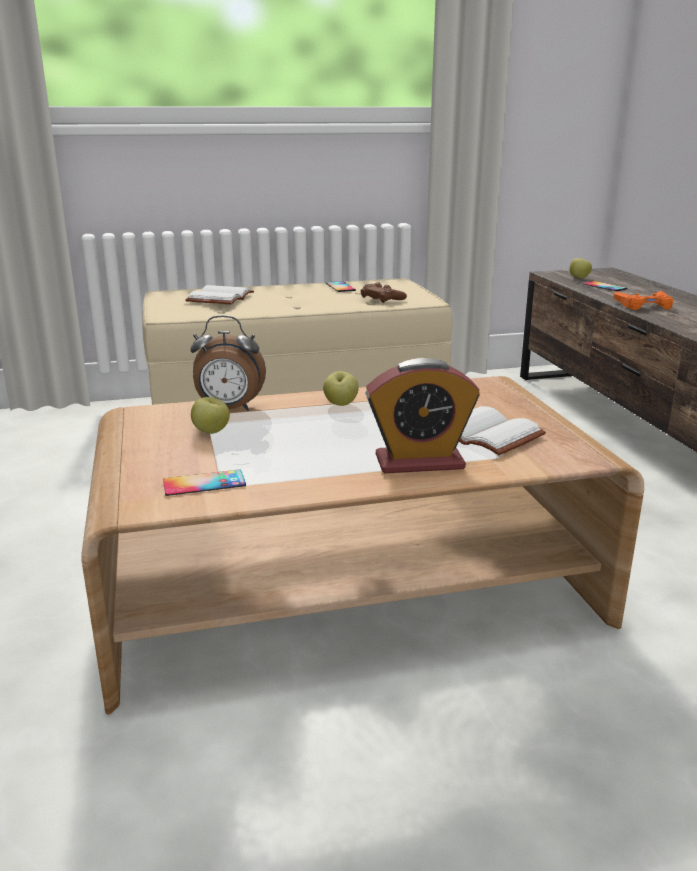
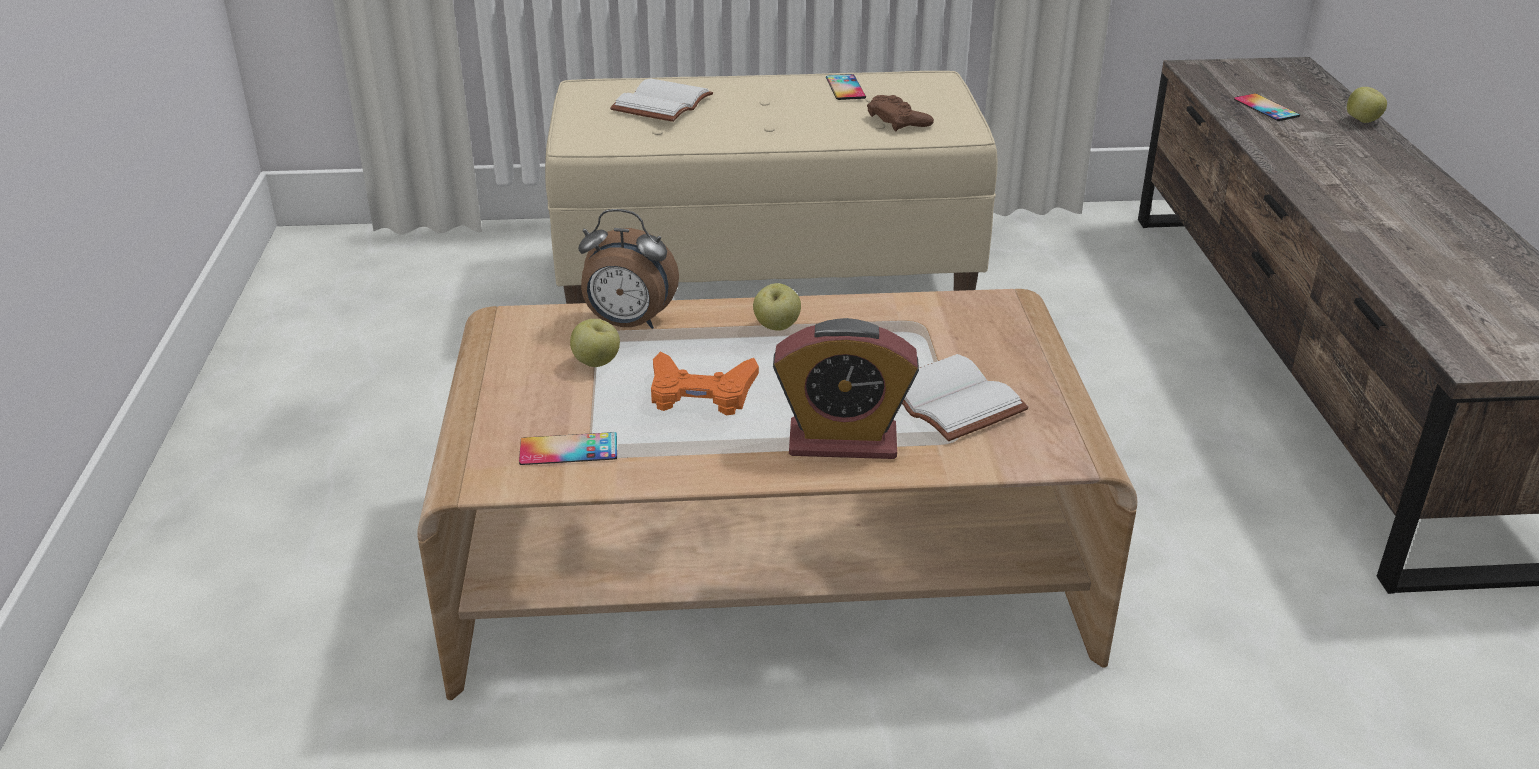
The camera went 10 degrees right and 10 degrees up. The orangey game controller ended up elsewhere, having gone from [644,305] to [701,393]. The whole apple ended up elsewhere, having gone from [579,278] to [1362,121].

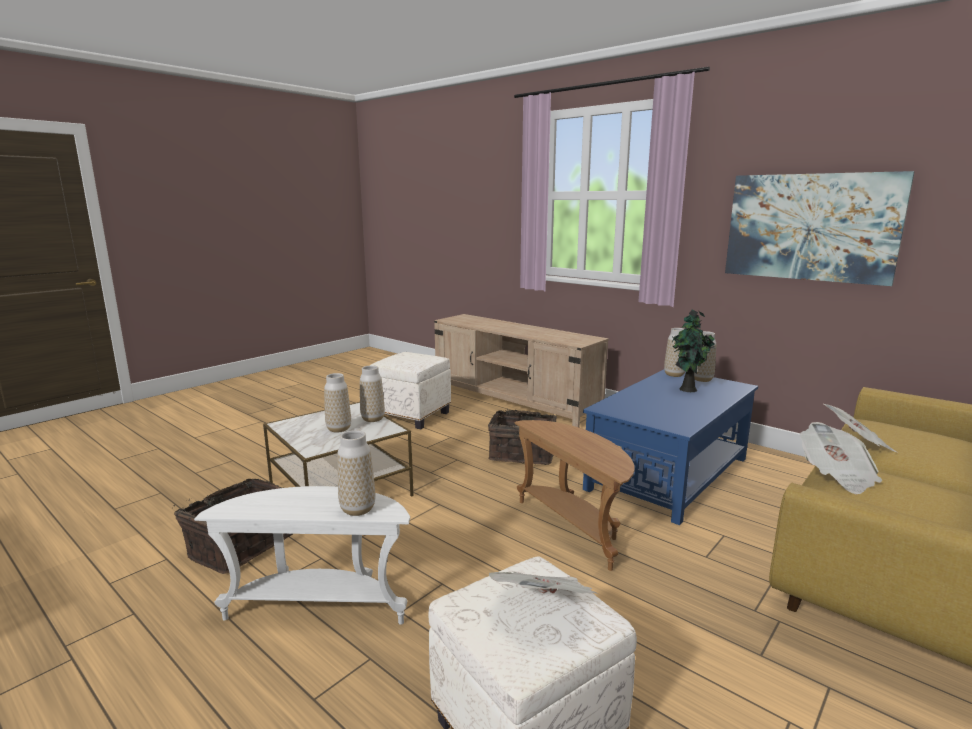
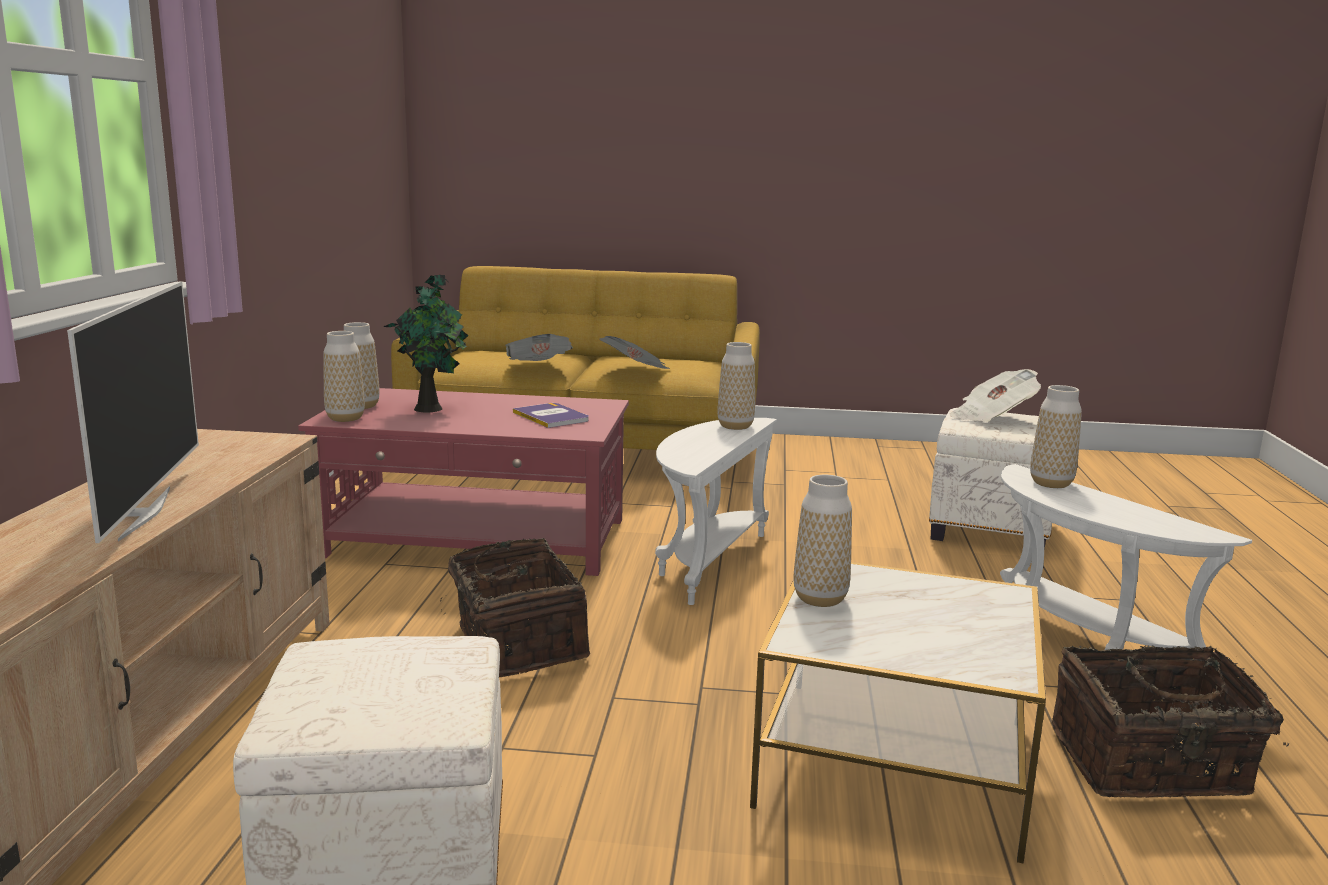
The camera went 125 degrees left and 0 degrees up. The second view gained the TV set at [142,513]. What was the blue lounge table at [667,474] turned into the red lounge table at [478,538]. The second view gained the bound book at [551,416]. What was the brown-coloured side table at [574,527] turned into the white side table at [707,563]. The flower vase ended up elsewhere, having gone from [339,429] to [735,426]. The second view lost the wall picture at [810,227].

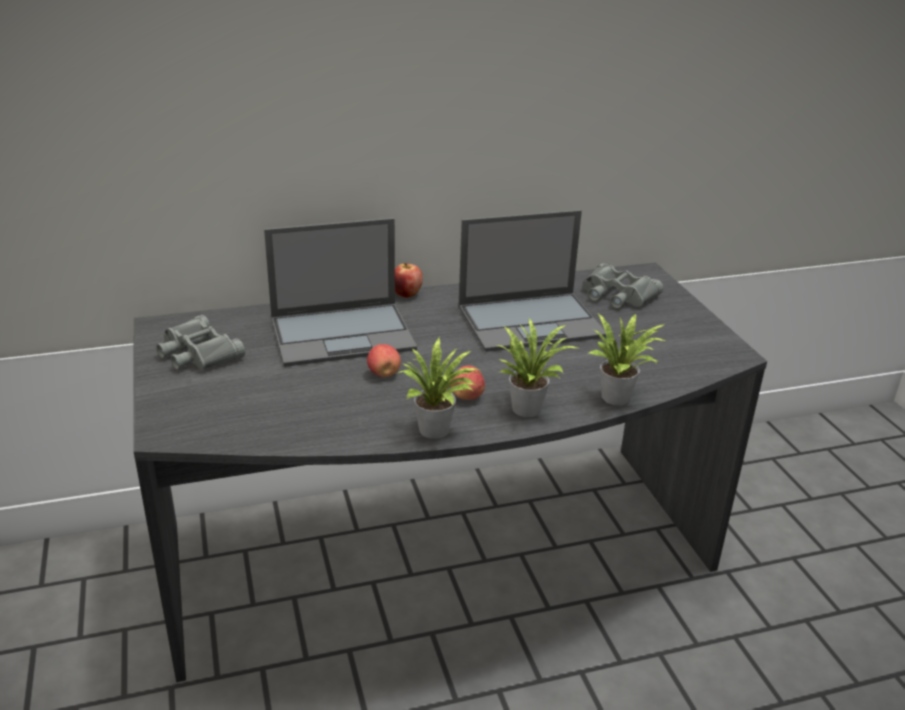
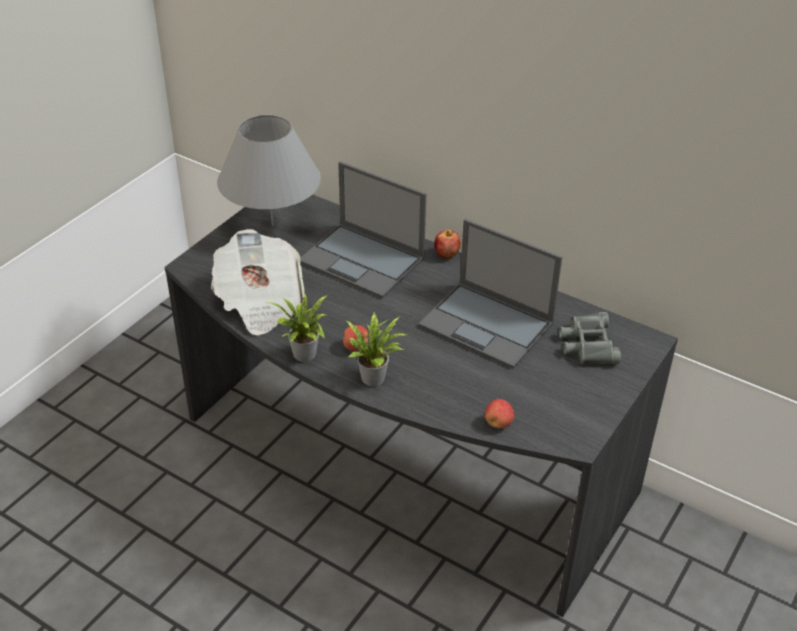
The camera went 50 degrees right and 10 degrees up. The second view gained the printed paper at [260,302]. Where the grey field glasses stood at [197,353], the grey lamp for a table came to stand at [272,225]. The whole apple ended up elsewhere, having gone from [384,374] to [498,423]. The second view lost the plant in a pot at [620,397].

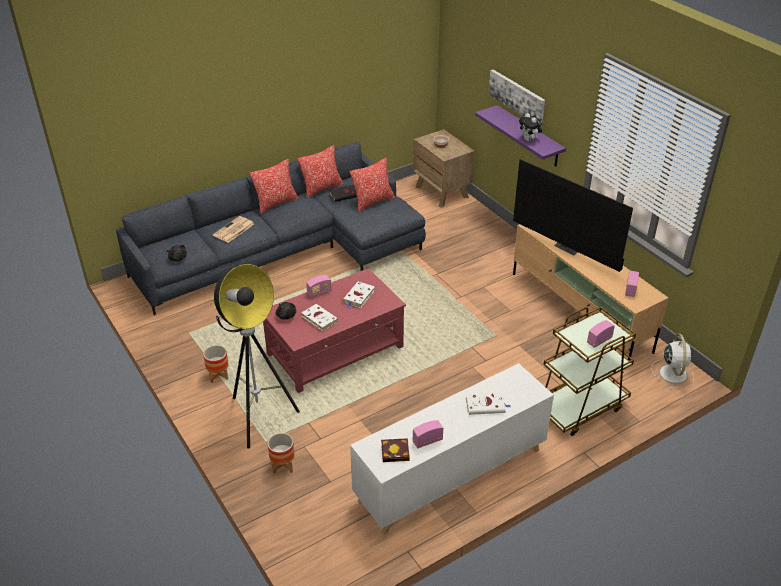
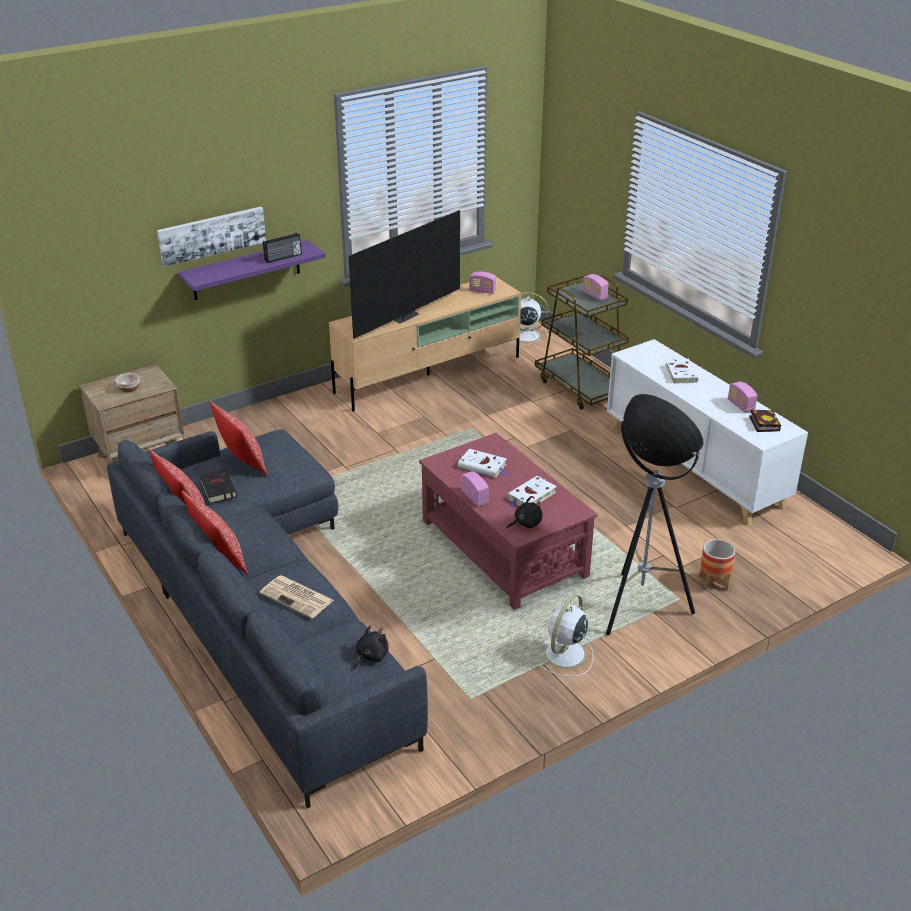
The camera went 90 degrees left and 5 degrees down. Where the soft toy stood at [529,140], the radio set came to stand at [283,257]. Where the plant pot stood at [218,375], the white cooling fan came to stand at [564,655].

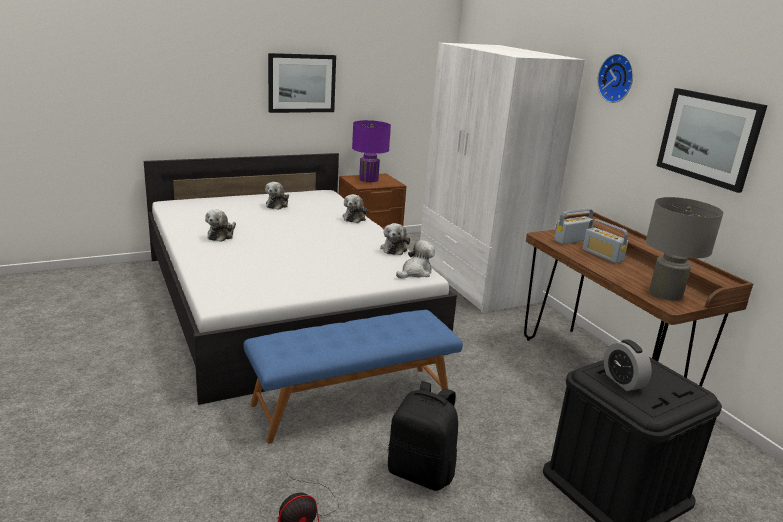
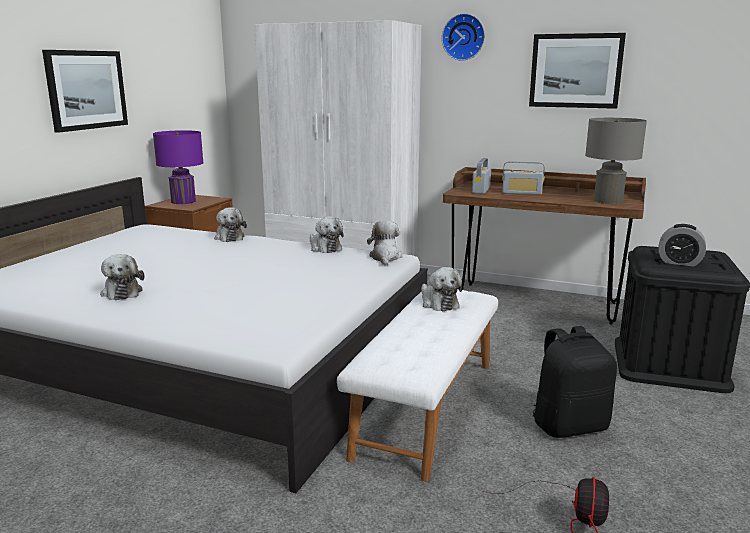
The camera went 40 degrees left and 5 degrees down. What was the blue indoor bench at [352,401] turned into the white indoor bench at [425,407]. The soft toy ended up elsewhere, having gone from [278,205] to [438,303].

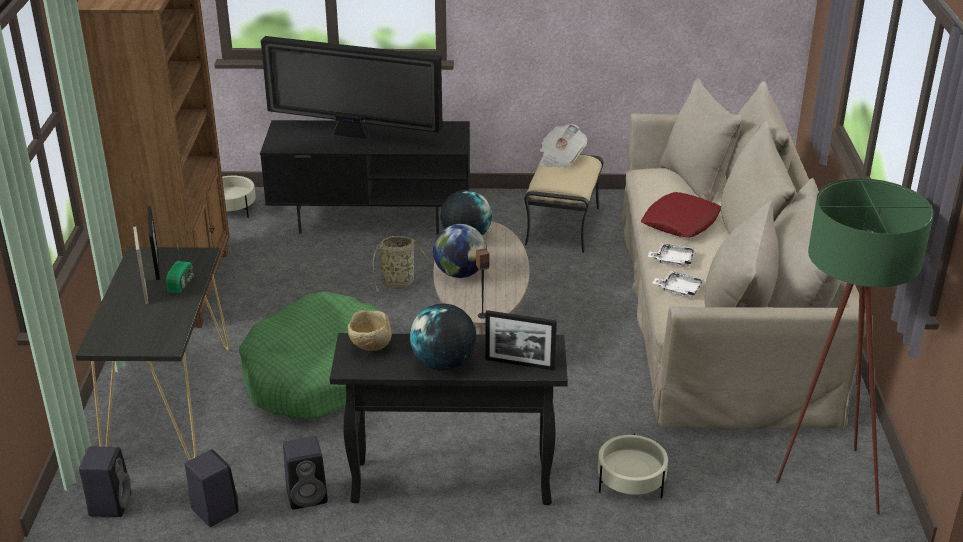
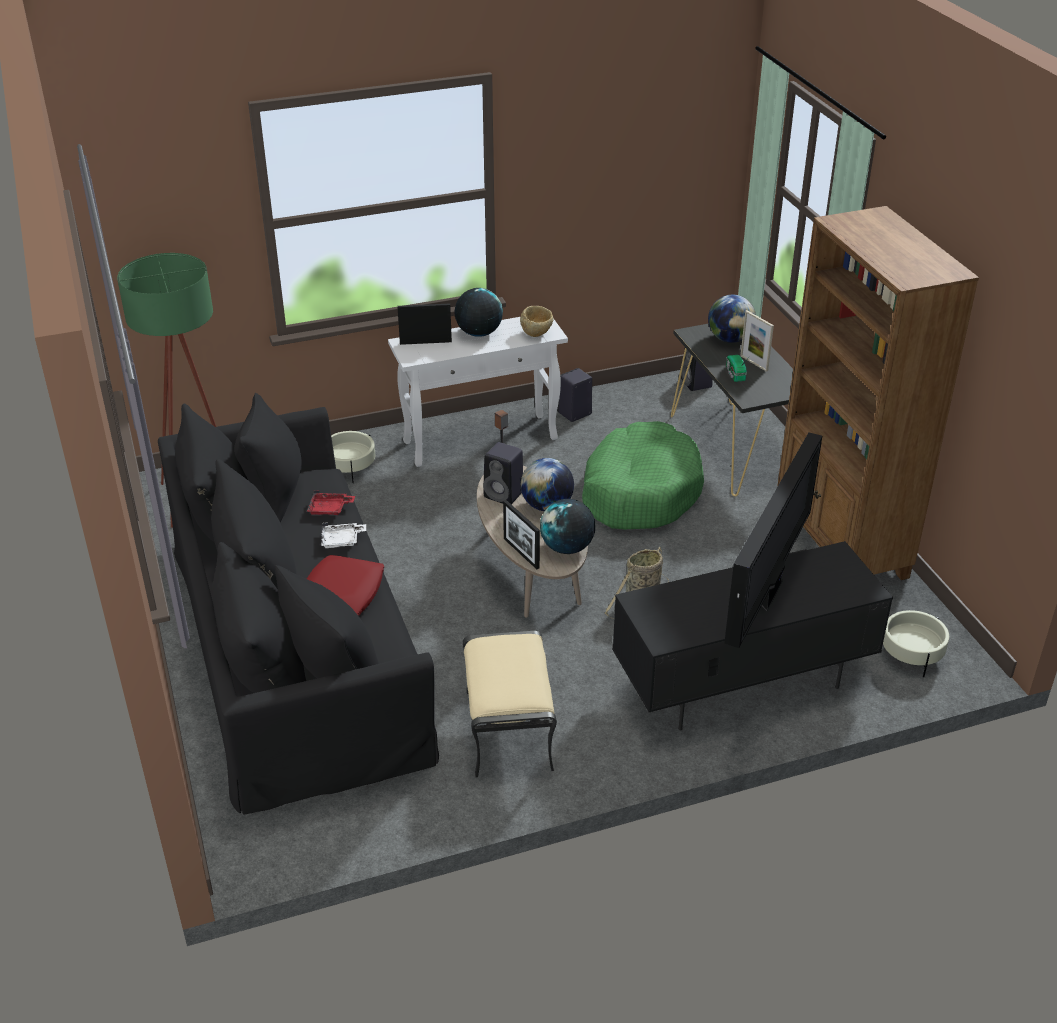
The camera went 160 degrees right and 5 degrees up. What was the beige couch at [719,310] turned into the black couch at [296,644]. What was the white serving tray at [679,289] turned into the red serving tray at [329,509]. What was the black console table at [450,483] turned into the white console table at [481,440]. The black loudspeaker ended up elsewhere, having gone from [213,510] to [505,495]. The standing frame ended up elsewhere, having gone from [157,263] to [521,553]. The second view gained the world globe at [730,339]. The TV set at [354,136] ended up facing another way, 120 degrees clockwise from before. The second view lost the printed paper at [560,159].

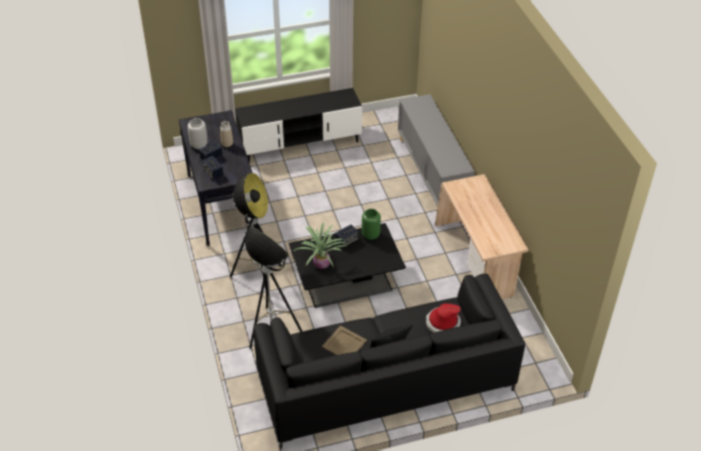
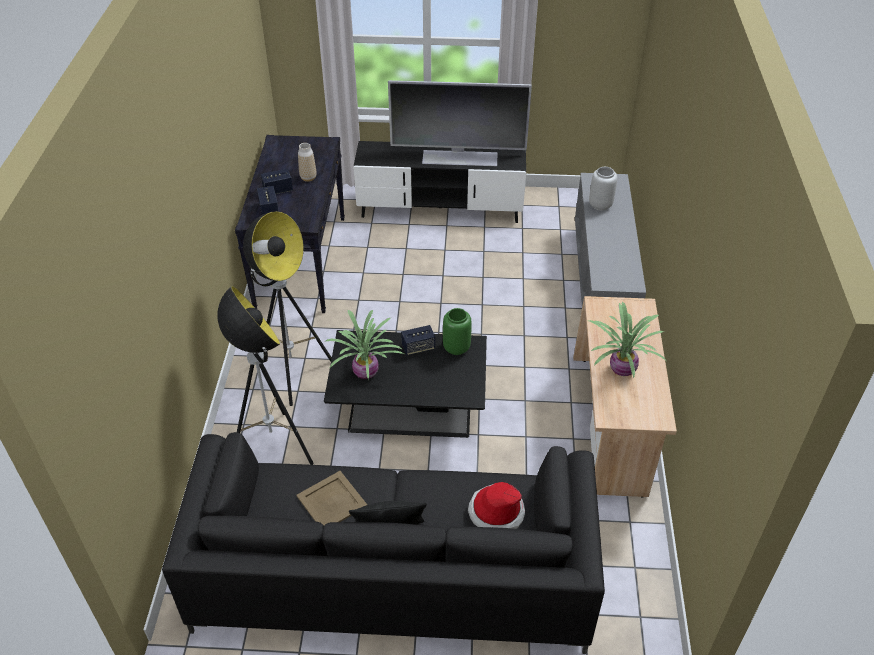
The camera went 20 degrees right and 0 degrees up. The second view gained the TV set at [459,157]. The grey flower vase ended up elsewhere, having gone from [198,145] to [599,205]. The second view gained the plant in a pot at [621,368].

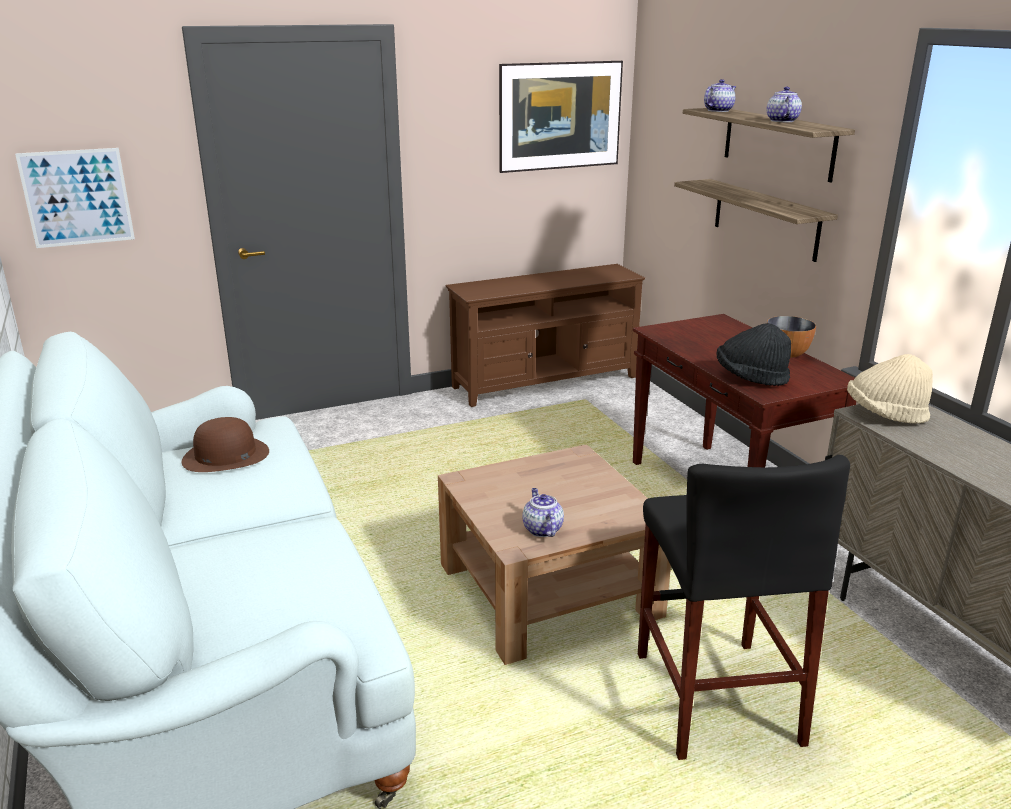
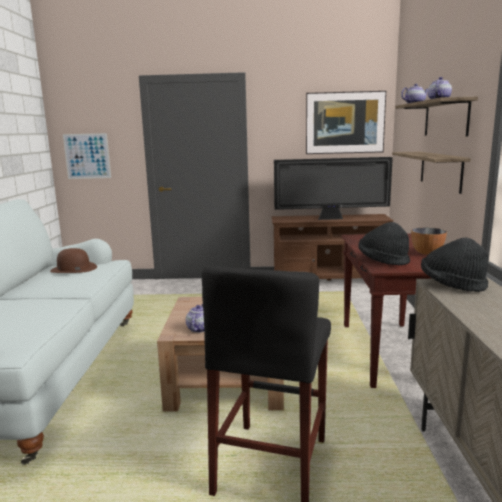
The camera went 25 degrees right and 10 degrees down. The second view gained the TV set at [331,218]. What was the beige hat at [885,415] turned into the black hat at [452,285].

